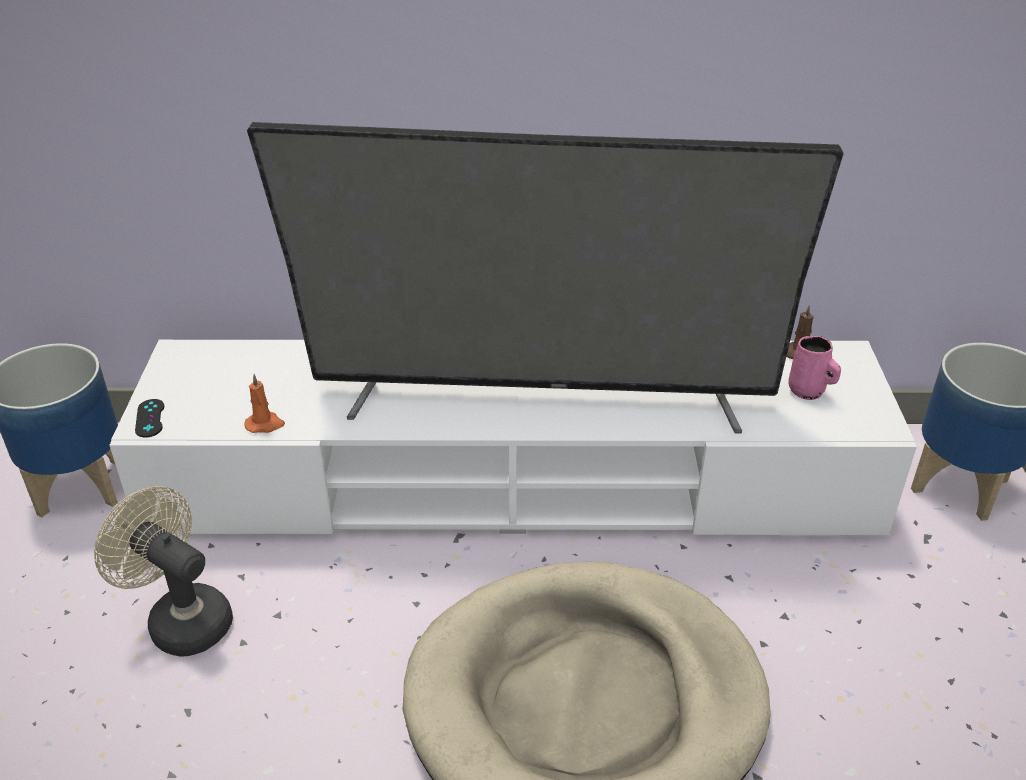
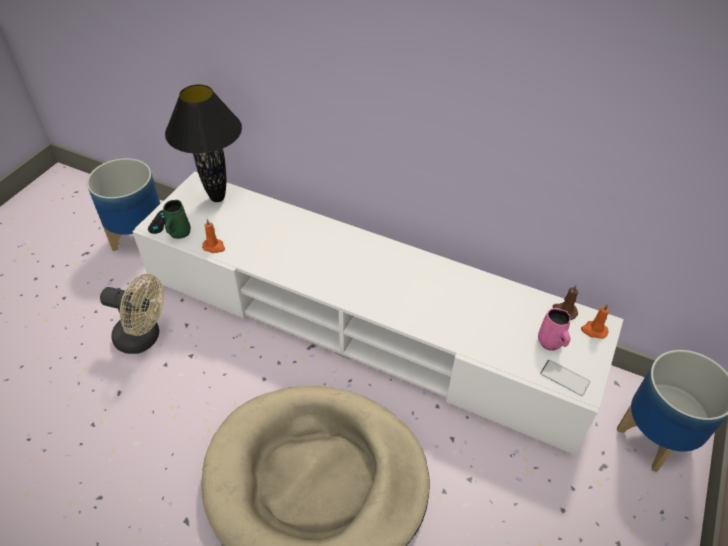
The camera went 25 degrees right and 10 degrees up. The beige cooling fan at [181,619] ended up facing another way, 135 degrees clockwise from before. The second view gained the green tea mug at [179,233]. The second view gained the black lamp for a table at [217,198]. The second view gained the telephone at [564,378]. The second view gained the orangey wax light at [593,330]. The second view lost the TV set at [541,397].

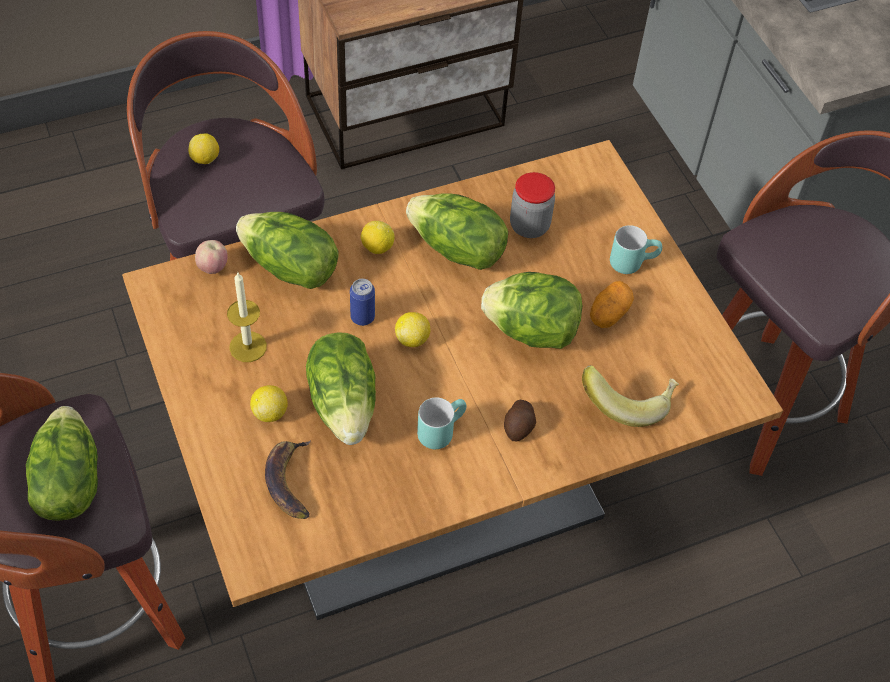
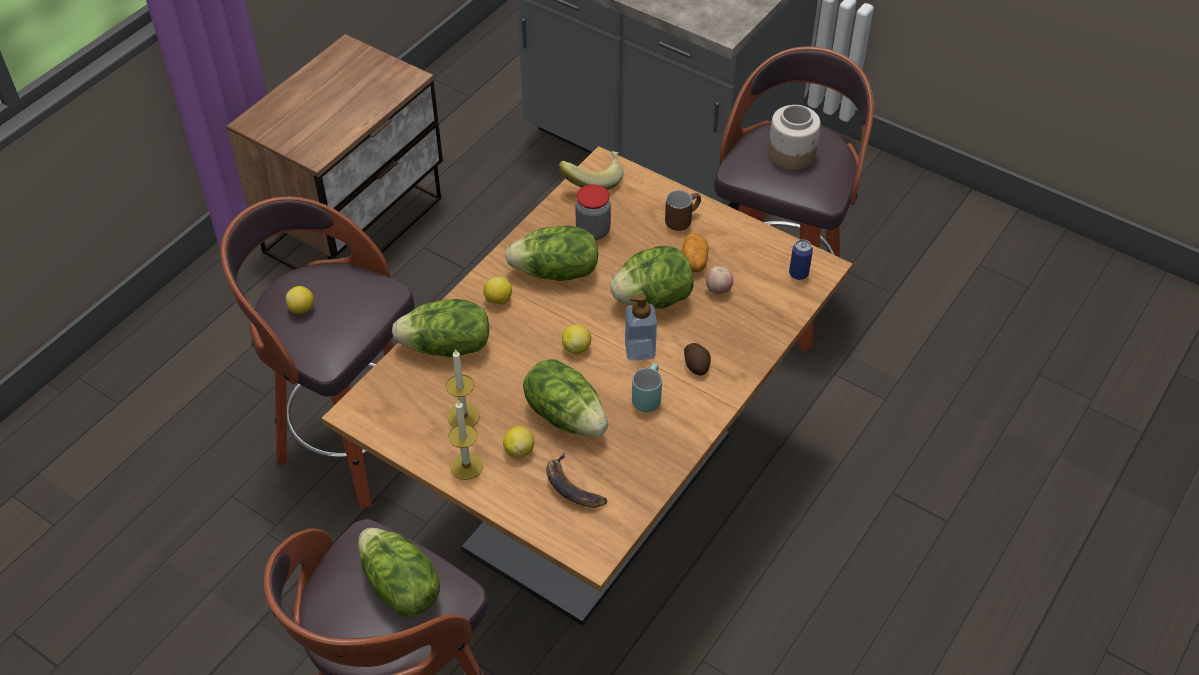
The camera went 30 degrees left and 5 degrees down. The second view gained the wax light at [466,466]. The banana fruit ended up elsewhere, having gone from [627,401] to [592,180]. The second view gained the soap dispenser at [640,350]. What was the turquoise-coloured tea mug at [632,261] turned into the brown-coloured tea mug at [681,219]. The whole apple ended up elsewhere, having gone from [213,267] to [718,290]. The second view gained the preserve jar at [792,154]. The sealed can ended up elsewhere, having gone from [362,317] to [798,274].

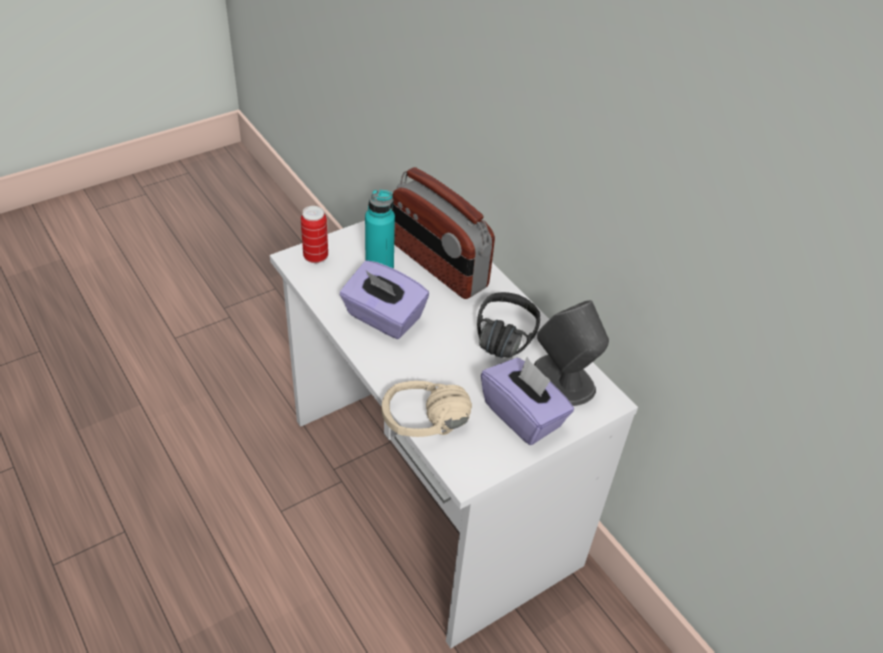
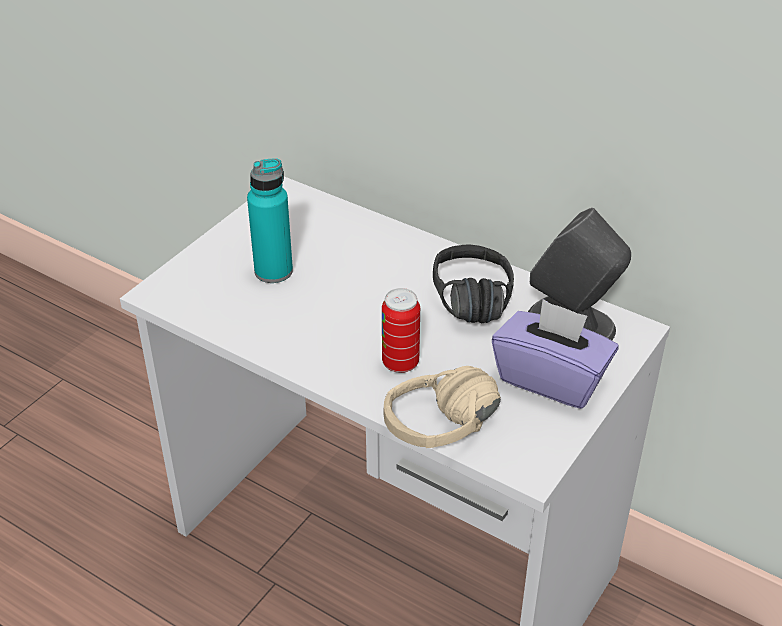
The camera went 20 degrees left and 5 degrees down. The sealed can ended up elsewhere, having gone from [316,257] to [400,363]. The second view lost the purple tissue holder at [383,317]. The second view lost the radio set at [438,266].

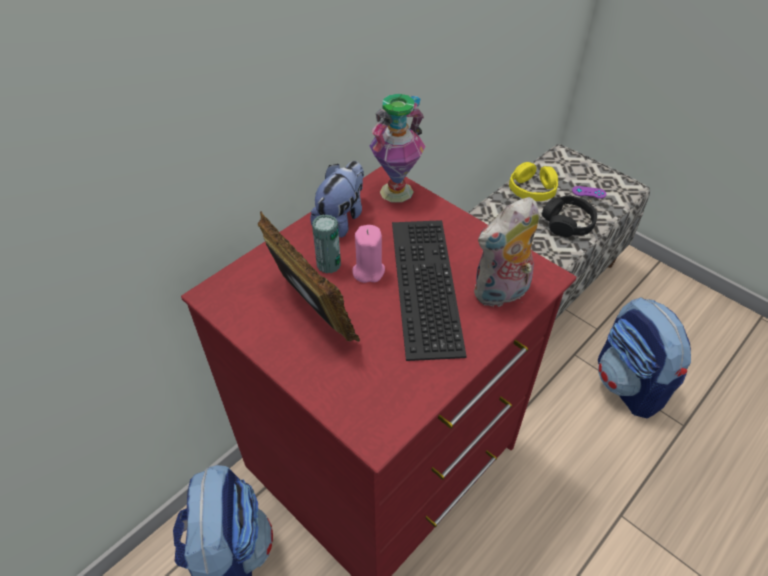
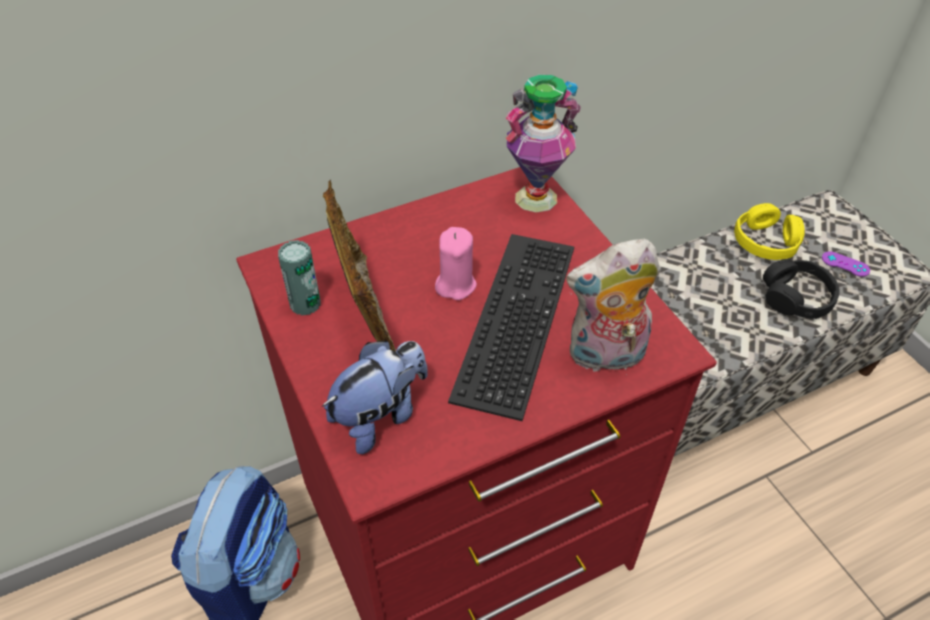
The camera went 20 degrees right and 0 degrees up. The sealed can ended up elsewhere, having gone from [328,264] to [305,304]. The soft toy ended up elsewhere, having gone from [341,218] to [380,416]. The second view lost the backpack at [629,385].

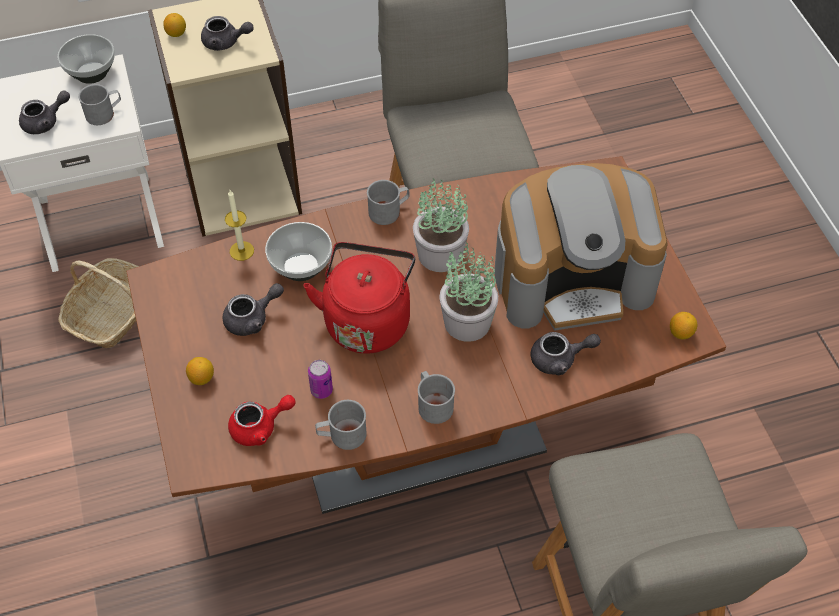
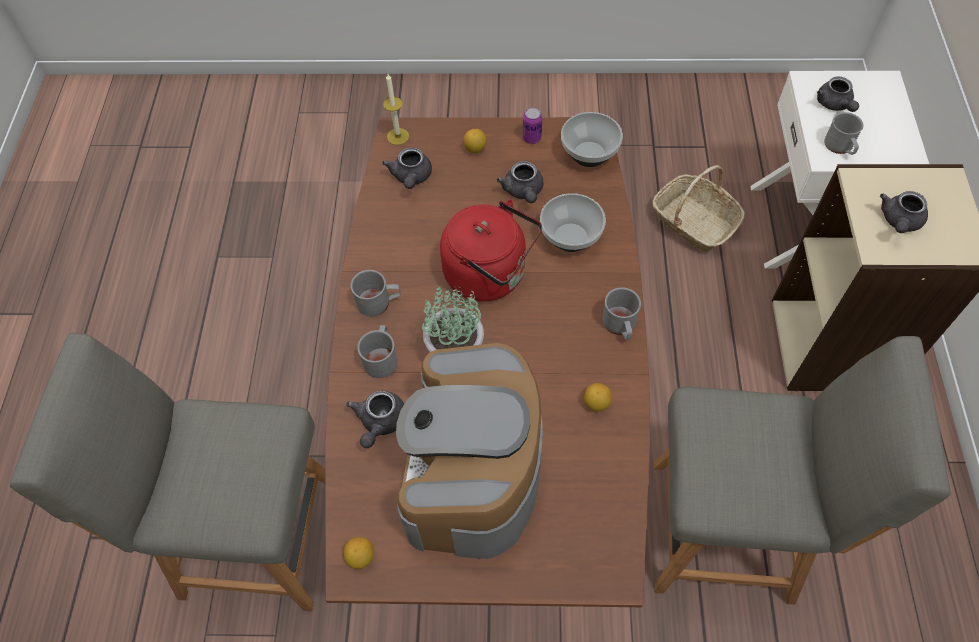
The camera went 110 degrees right and 5 degrees up. The grey tea mug ended up elsewhere, having gone from [342,435] to [381,357]. What was the red teapot at [260,427] turned into the grey teapot at [411,178]. The wax light ended up elsewhere, having gone from [241,251] to [398,136]. The sealed can ended up elsewhere, having gone from [321,390] to [532,138]. The bowl ended up elsewhere, having gone from [91,73] to [589,154]. The citrus fruit ended up elsewhere, having gone from [176,33] to [596,403]. The second view lost the plant in a pot at [439,255].

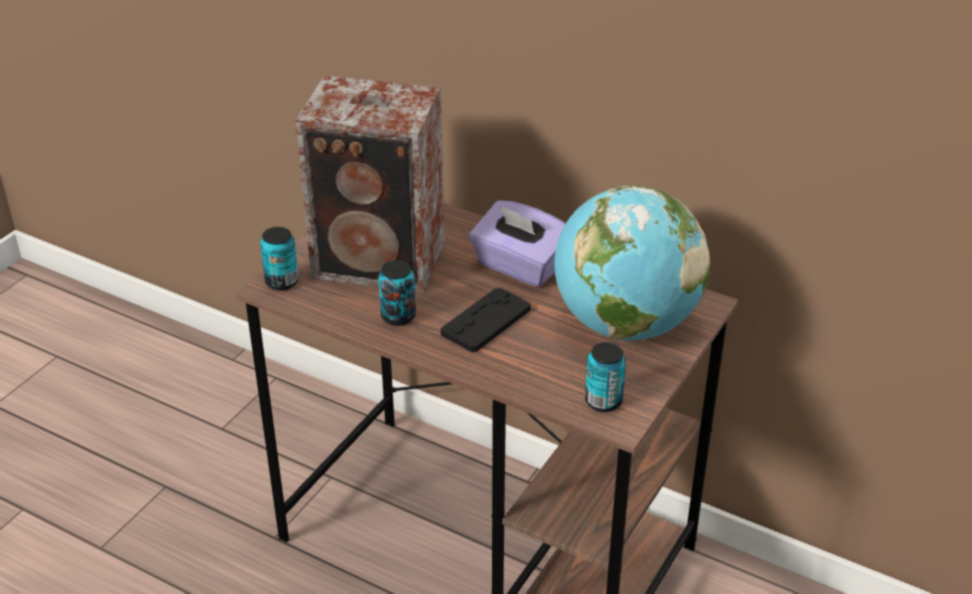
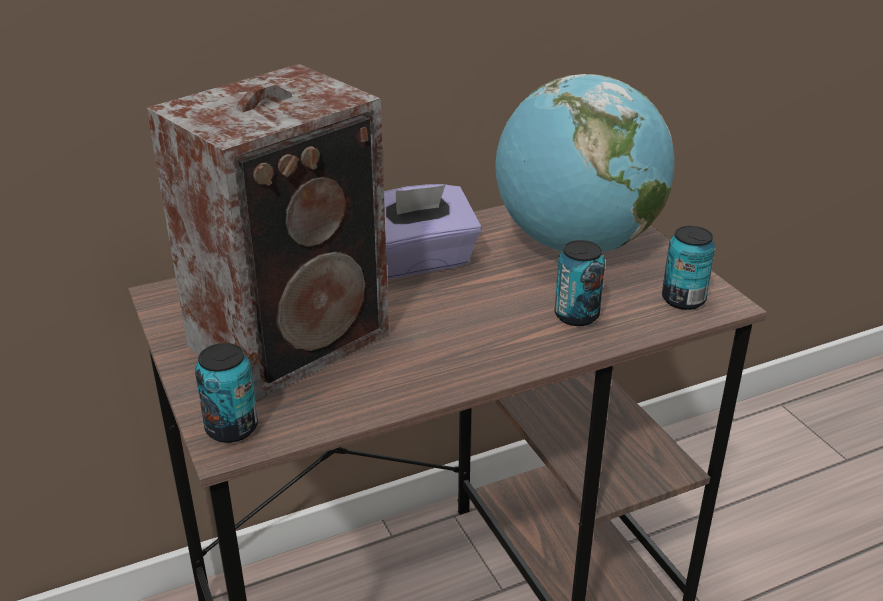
The camera went 55 degrees left and 5 degrees down. The sealed can ended up elsewhere, having gone from [398,316] to [576,315]. The second view lost the black game controller at [486,321].

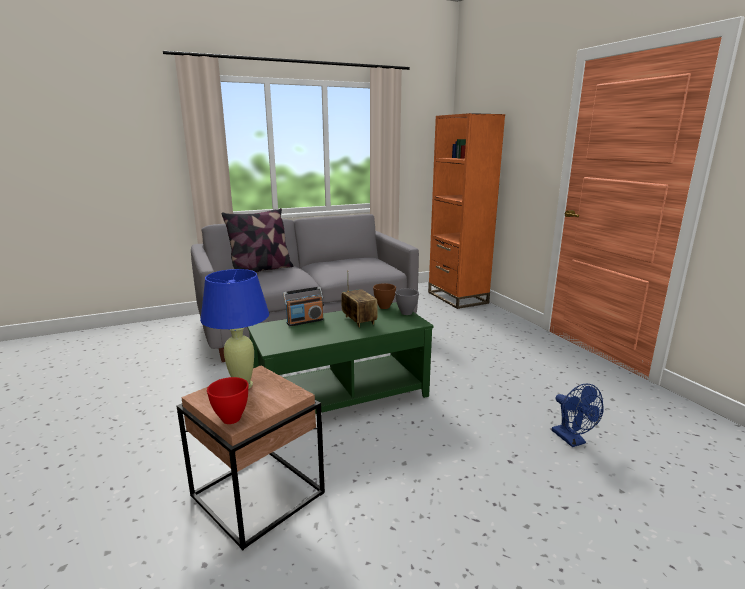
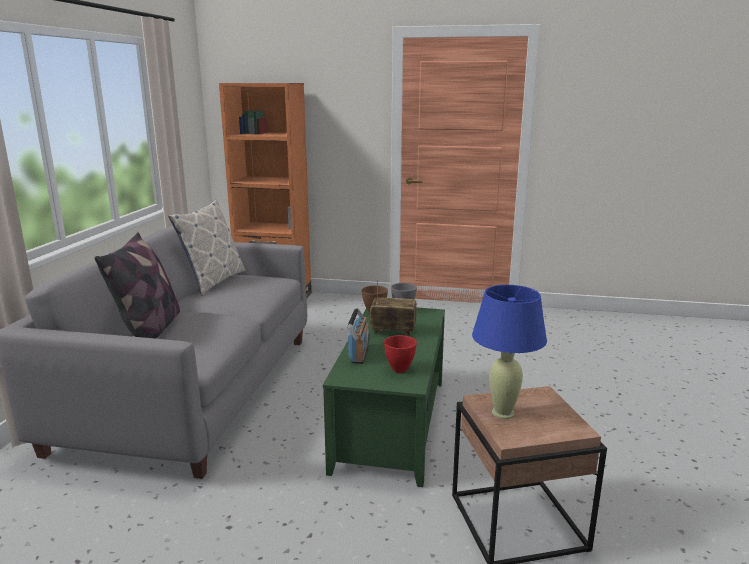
The camera went 55 degrees left and 0 degrees up. The second view gained the pillow at [213,282]. The red bowl ended up elsewhere, having gone from [232,419] to [400,369]. The second view lost the blue cooling fan at [572,440].

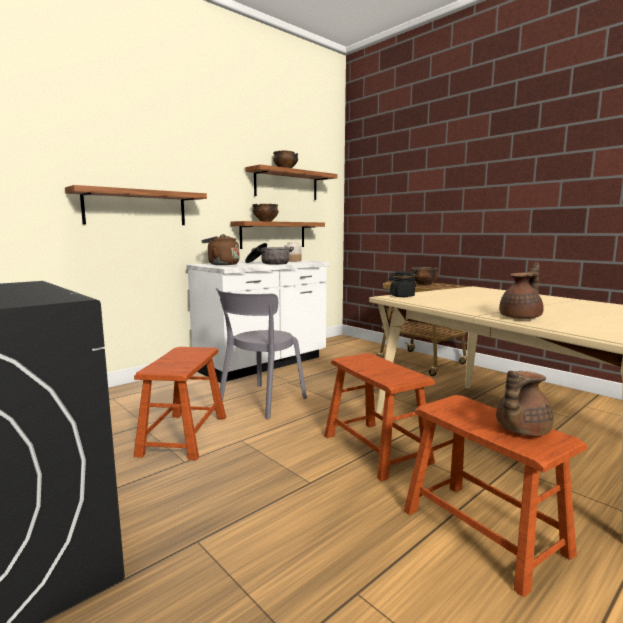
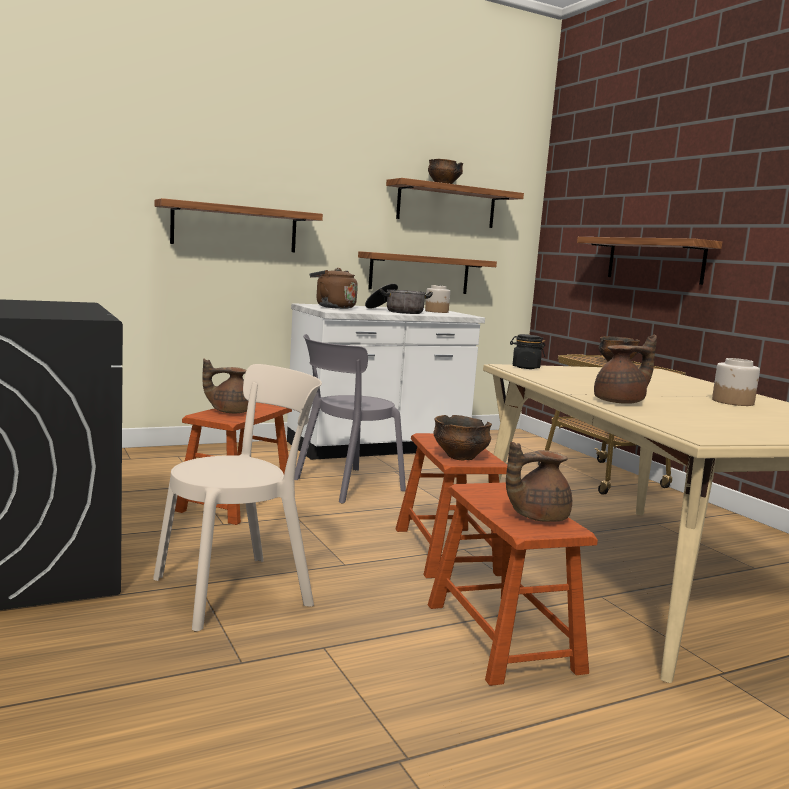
The camera went 15 degrees right and 0 degrees up. The second view gained the beige chair at [240,590]. The second view gained the brown-coloured teapot at [229,411]. The bowl ended up elsewhere, having gone from [266,221] to [460,457]. The second view gained the shelf at [655,260]. The second view gained the preserve jar at [733,402].

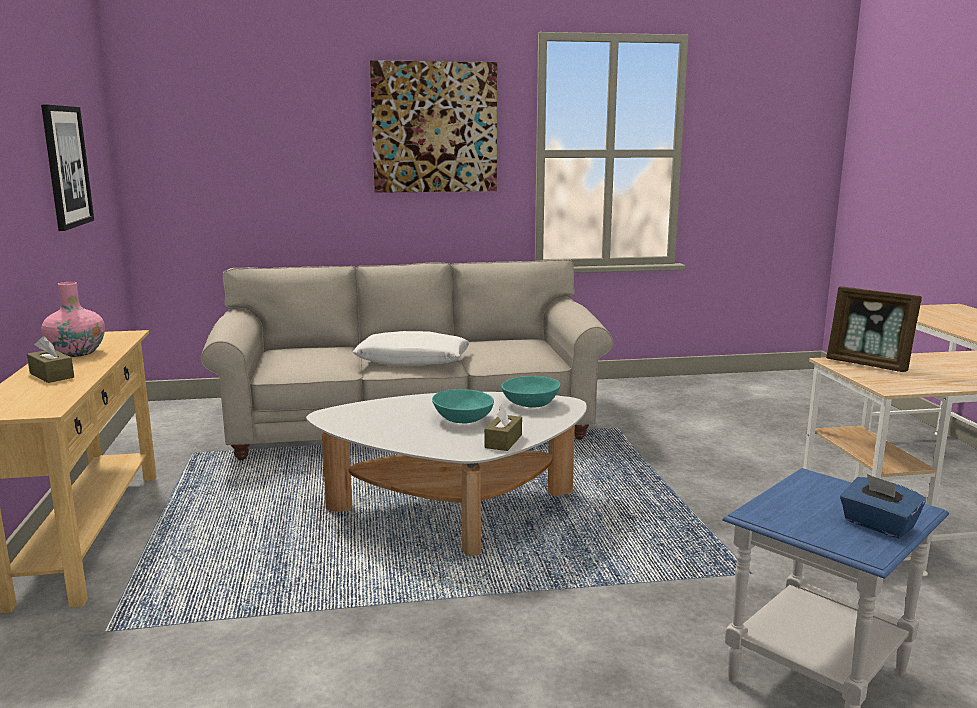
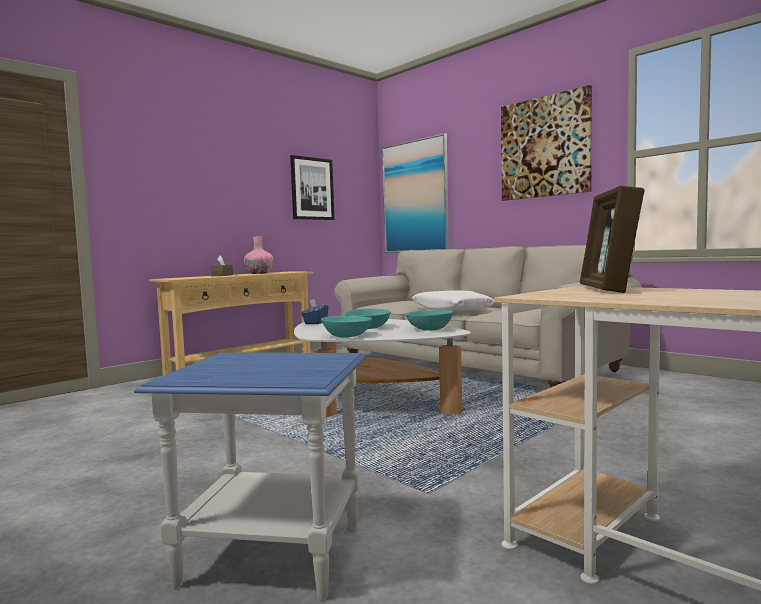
The camera went 55 degrees right and 10 degrees down. The blue tissue holder ended up elsewhere, having gone from [878,525] to [315,322]. Where the brown-coloured tissue holder stood at [503,441], the turquoise-coloured bowl came to stand at [346,336]. The second view gained the wall picture at [415,197].

